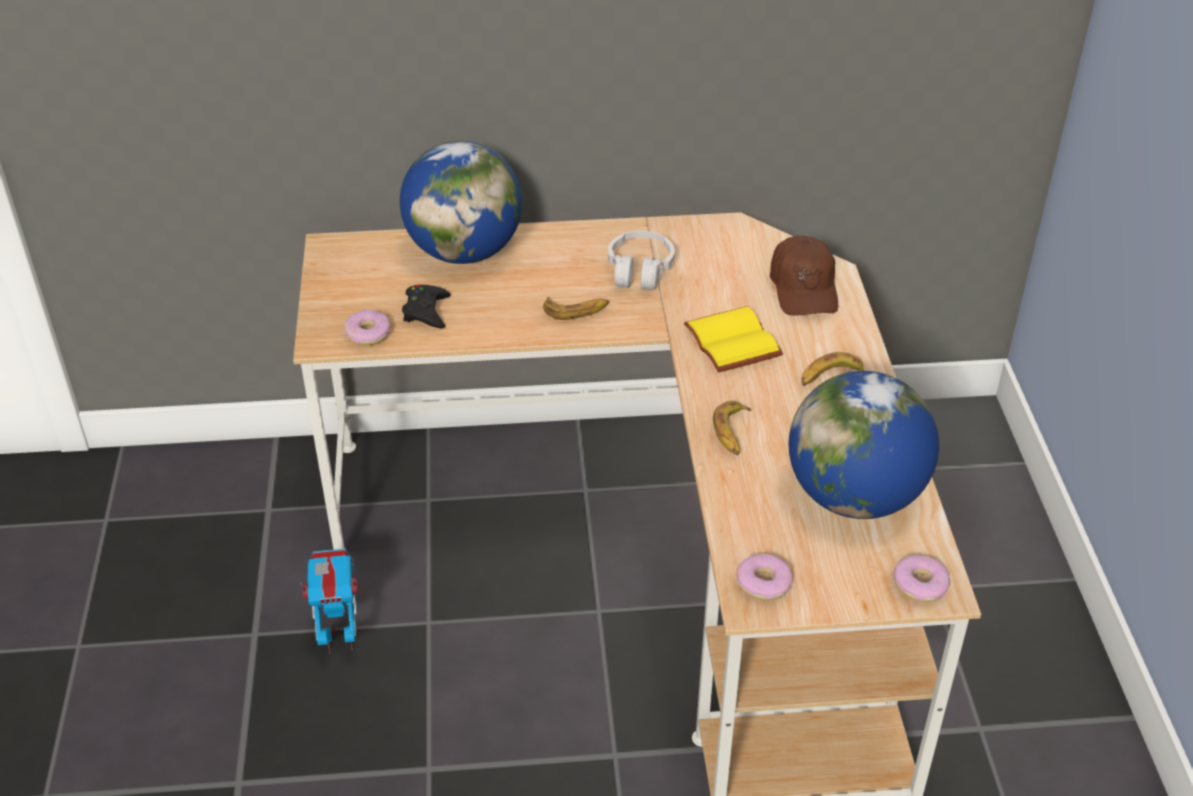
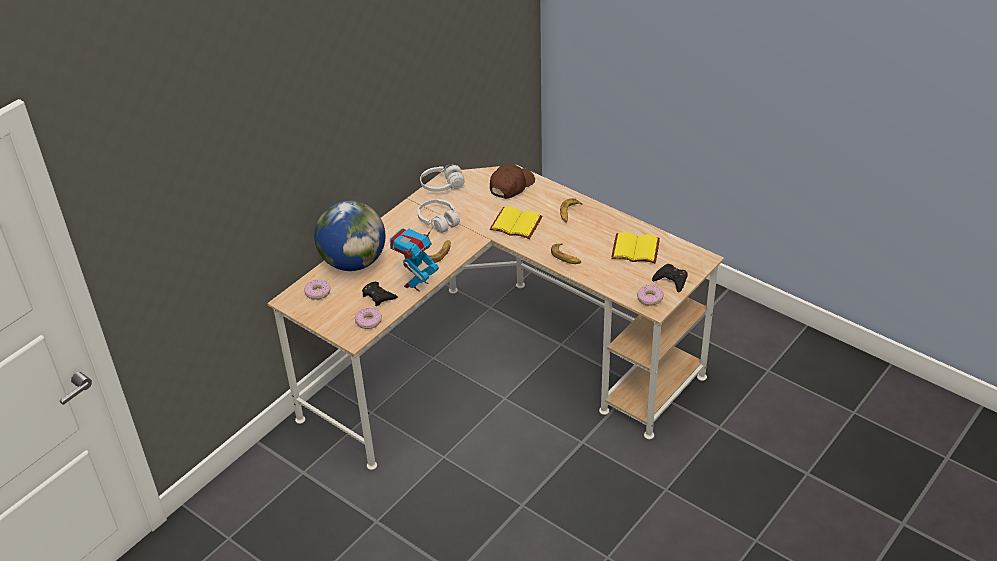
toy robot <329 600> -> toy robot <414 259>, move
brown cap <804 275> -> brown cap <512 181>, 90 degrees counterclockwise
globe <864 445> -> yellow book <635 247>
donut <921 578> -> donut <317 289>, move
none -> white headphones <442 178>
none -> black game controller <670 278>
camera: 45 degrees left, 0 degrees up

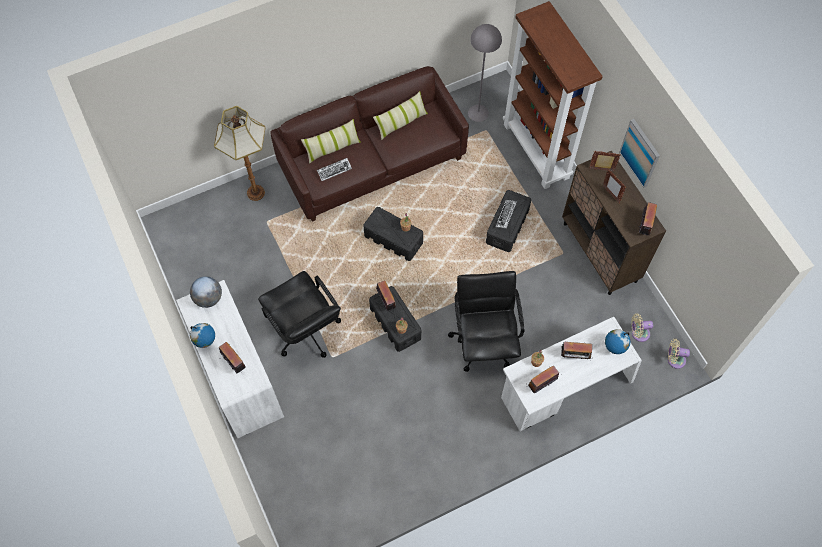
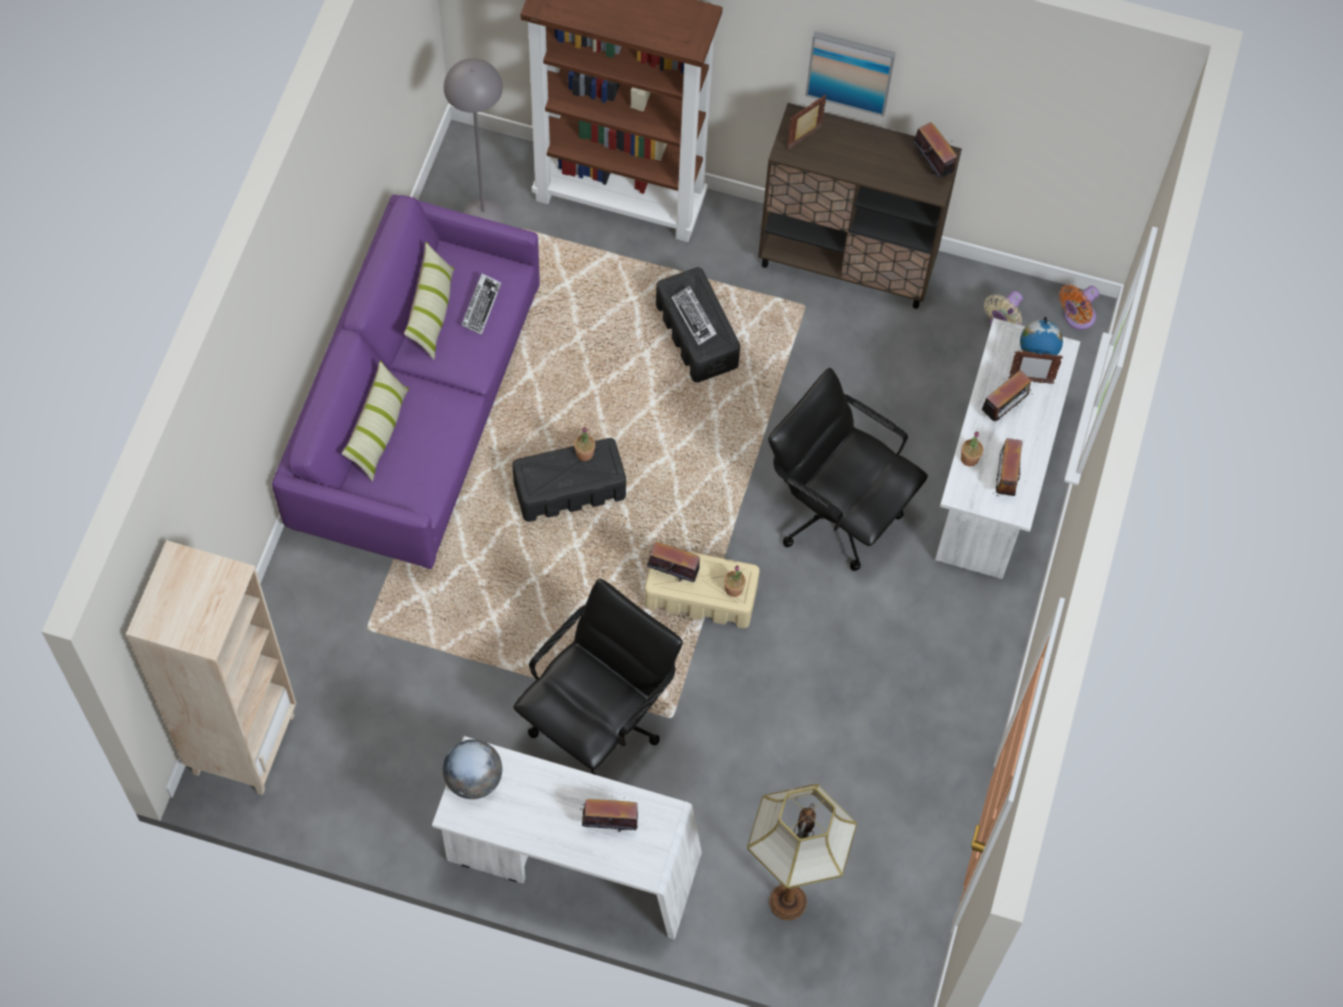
globe <202 335> -> none
floor lamp <240 153> -> floor lamp <802 852>, move
black office chair <299 314> -> black office chair <598 676>, 60 degrees counterclockwise
brown sofa <369 143> -> purple sofa <406 382>
keyboard <334 169> -> keyboard <481 304>, move
black storage box <395 319> -> beige storage box <702 590>
picture frame <614 186> -> picture frame <1036 367>, move
beige fan <679 354> -> orange fan <1079 307>
none -> beige bookcase <211 667>
camera: 50 degrees left, 0 degrees up

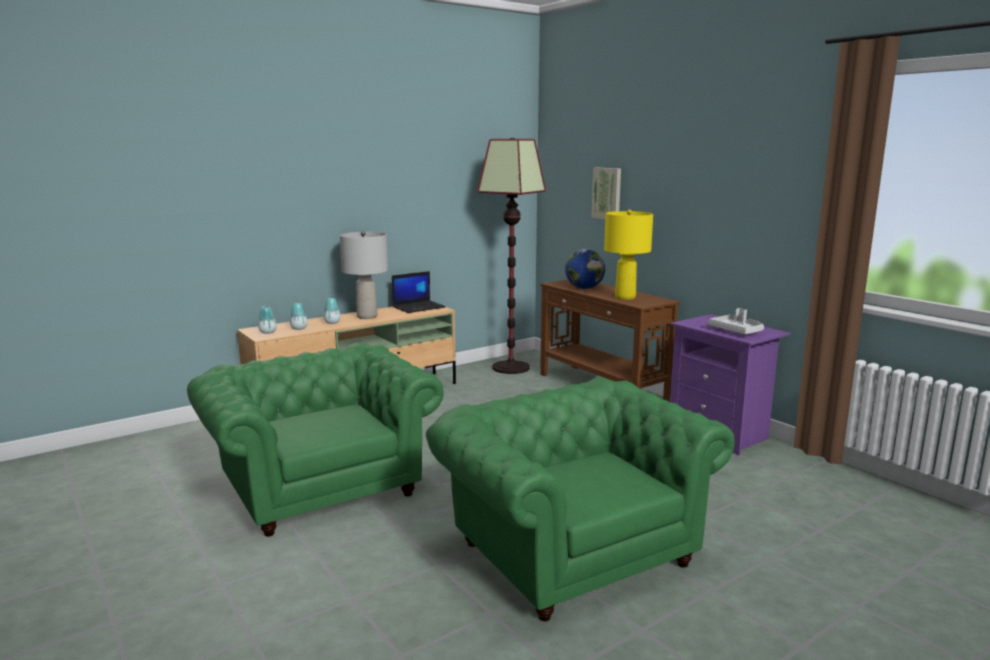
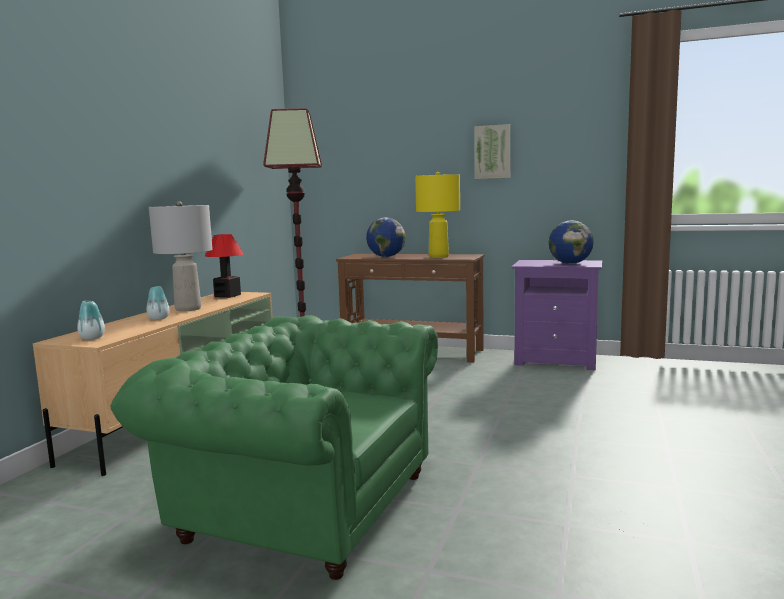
vase <299 316> -> none
laptop <419 292> -> table lamp <224 266>
green armchair <580 499> -> none
picture <606 193> -> picture <492 151>, move
grey tray <736 321> -> globe <571 242>
camera: 35 degrees left, 5 degrees down

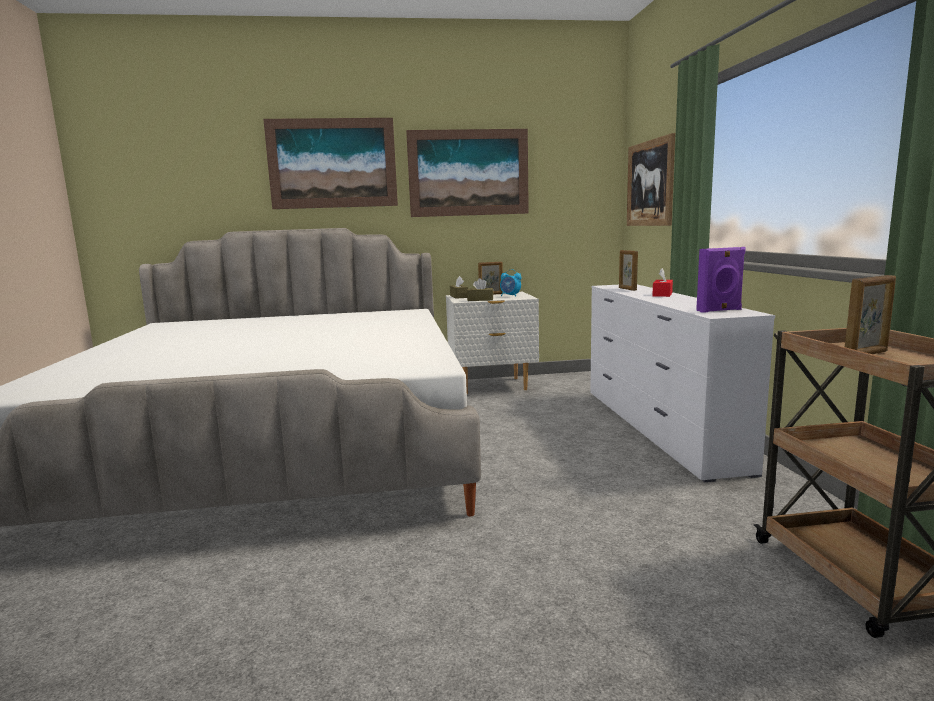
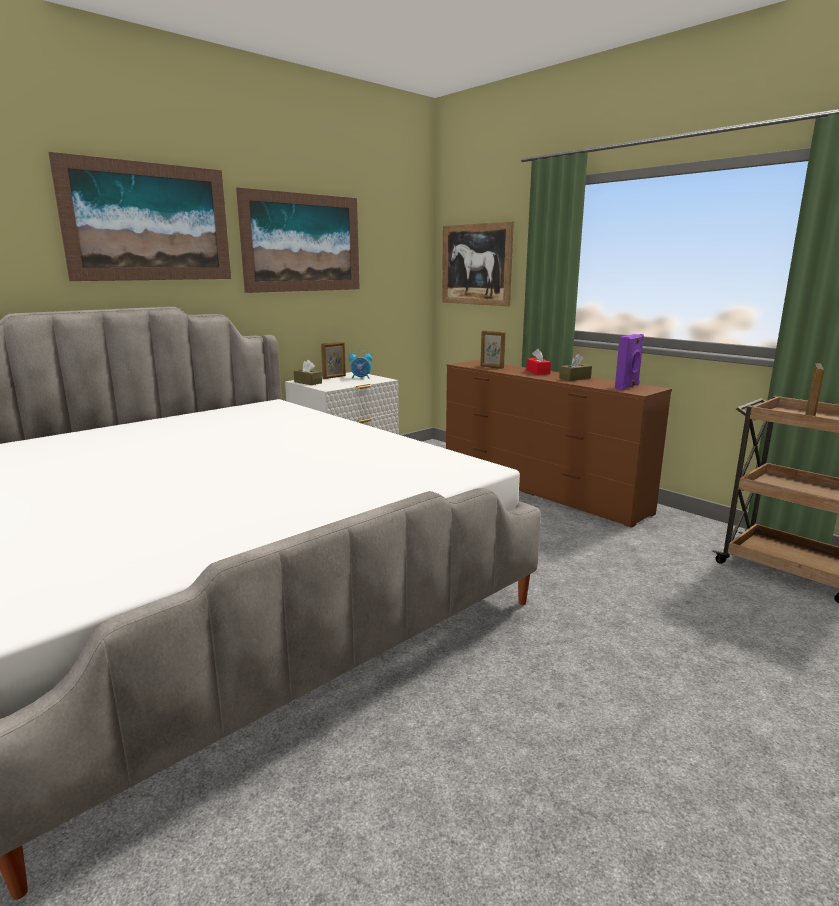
brown tissue box <480 289> -> brown tissue box <575 367>, move
white dresser <682 383> -> brown dresser <559 444>
camera: 35 degrees left, 5 degrees up

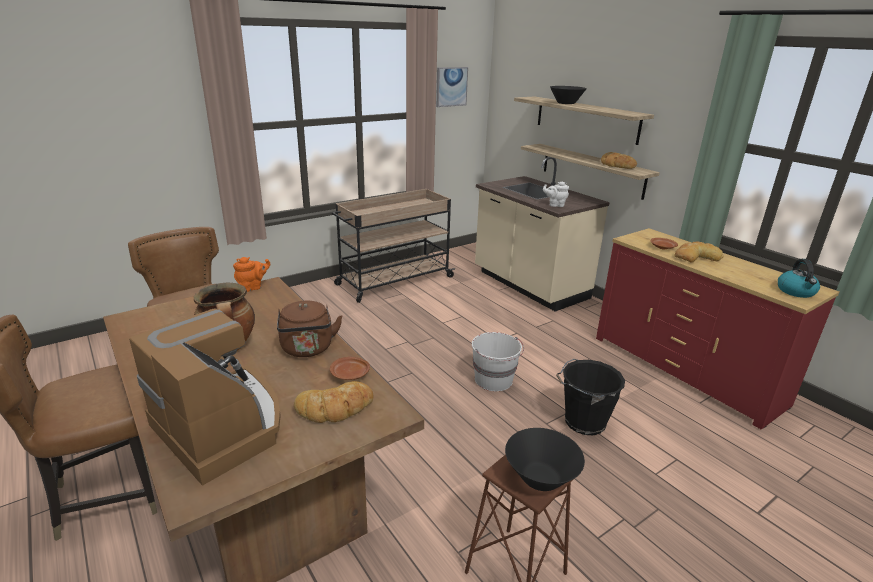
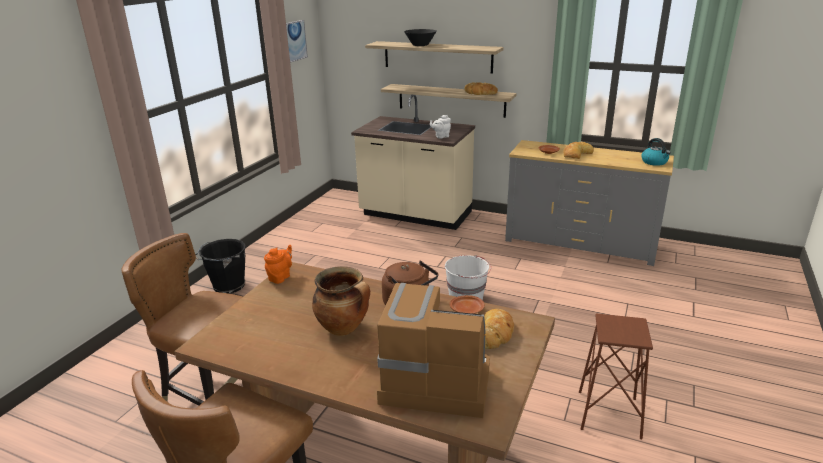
beige cart <393 246> -> none
black bowl <545 459> -> none
black bucket <590 397> -> black bucket <220 266>, move
red dresser <717 328> -> grey dresser <589 203>
camera: 30 degrees left, 0 degrees up

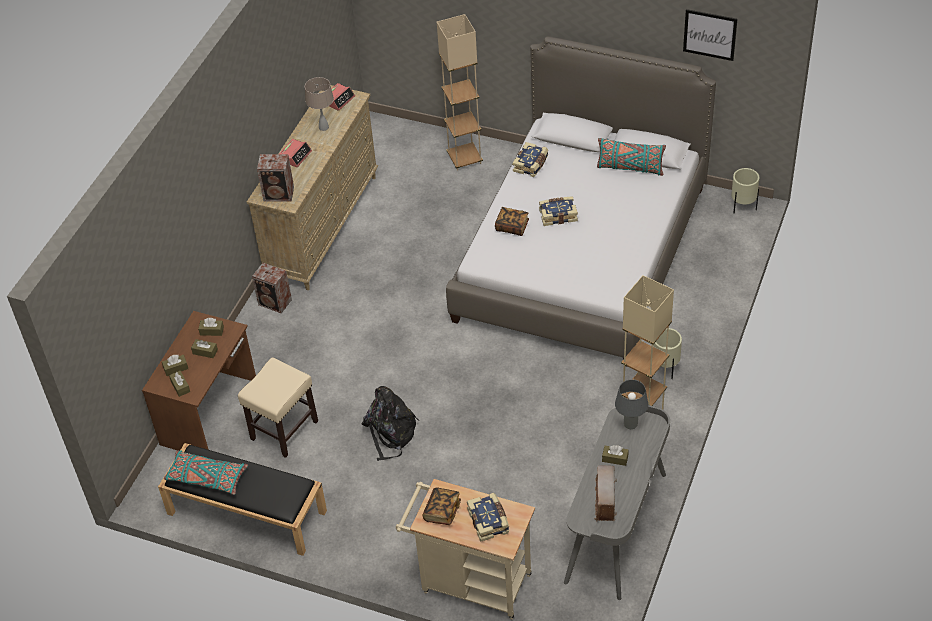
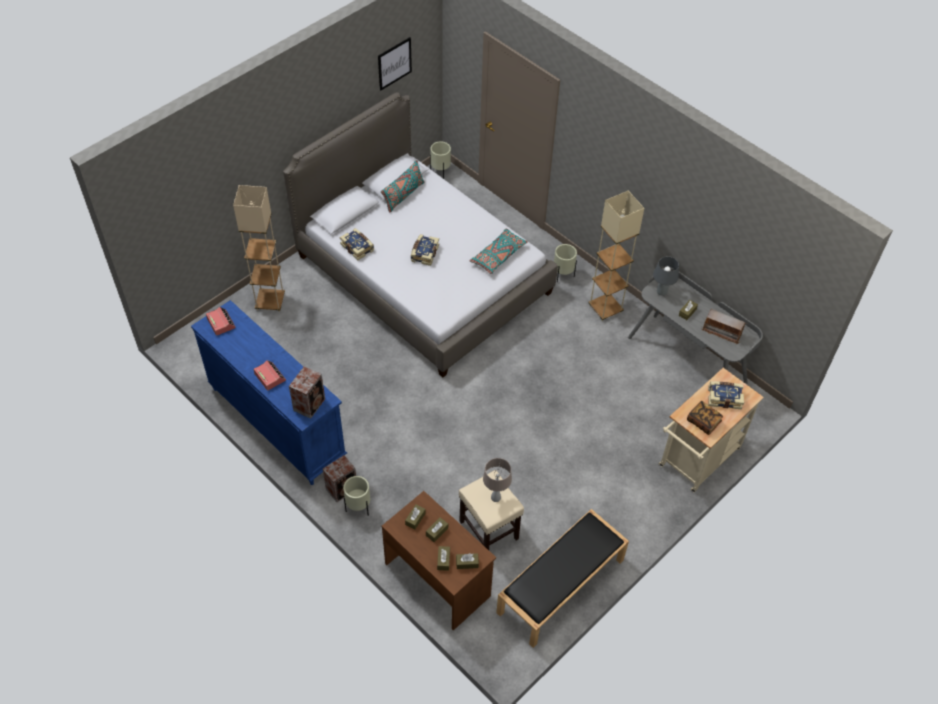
turquoise pillow <206 472> -> turquoise pillow <499 251>, move
beige dresser <312 187> -> blue dresser <269 392>
beige table lamp <319 104> -> beige table lamp <497 480>, move
black backpack <390 423> -> none
book <512 221> -> none
none -> beige planter <356 496>
camera: 70 degrees left, 5 degrees up

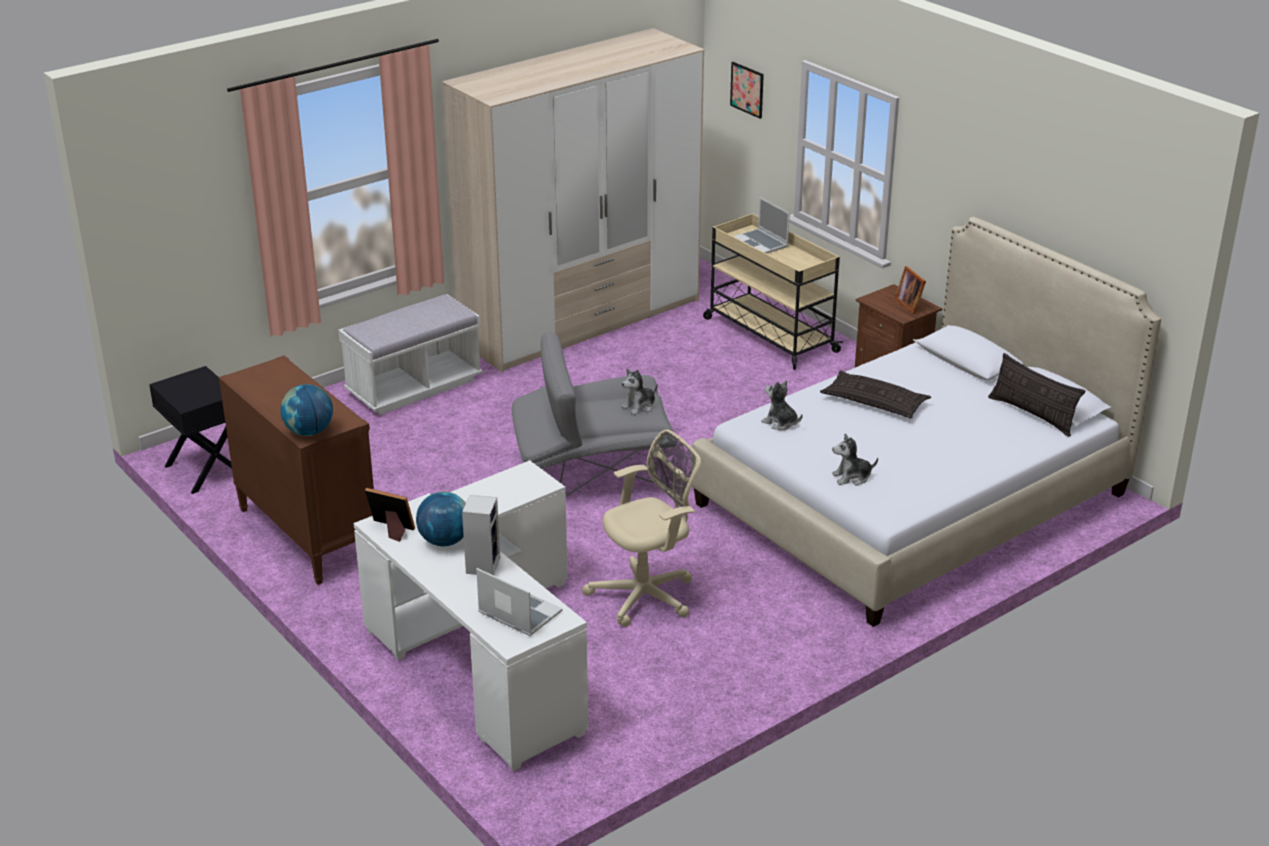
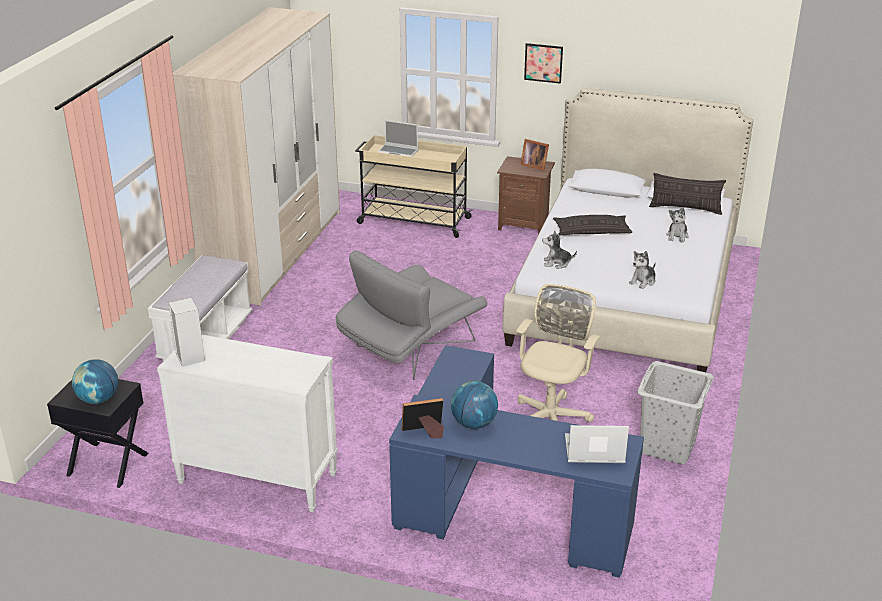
brown dresser <296 470> -> white dresser <247 423>
globe <307 410> -> globe <95 381>, move
white desk <471 615> -> blue desk <516 461>
speaker <481 535> -> speaker <187 332>, move
plush toy <639 391> -> plush toy <677 225>, move
picture <747 90> -> picture <543 63>, move
none -> grey laundry basket <675 412>
camera: 35 degrees left, 0 degrees up

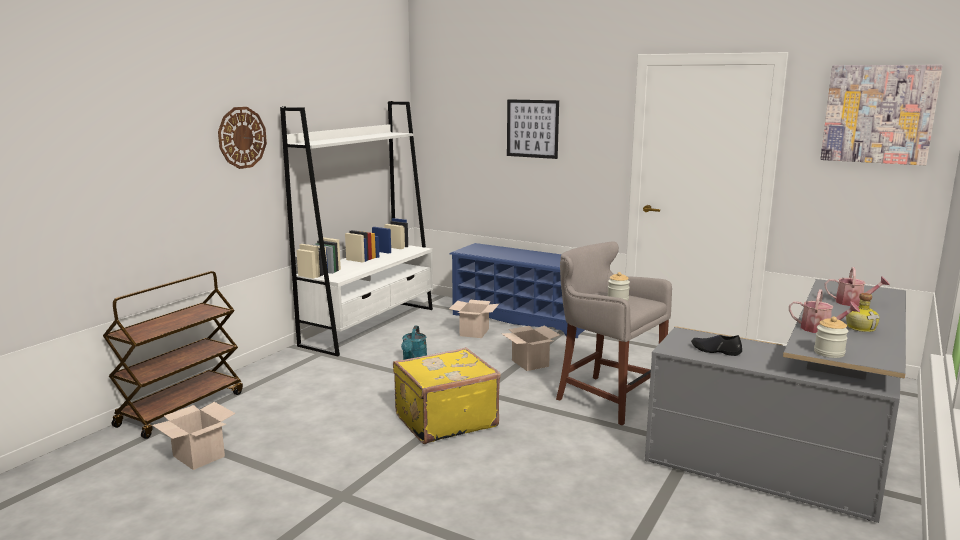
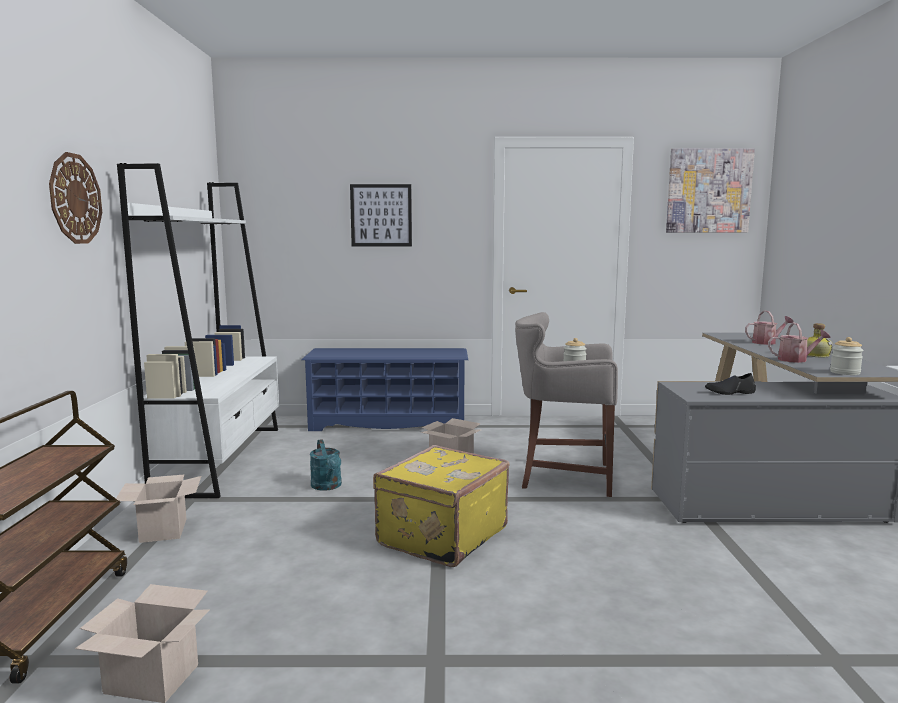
cardboard box <474 319> -> cardboard box <158 509>, move
camera: 30 degrees left, 5 degrees down

